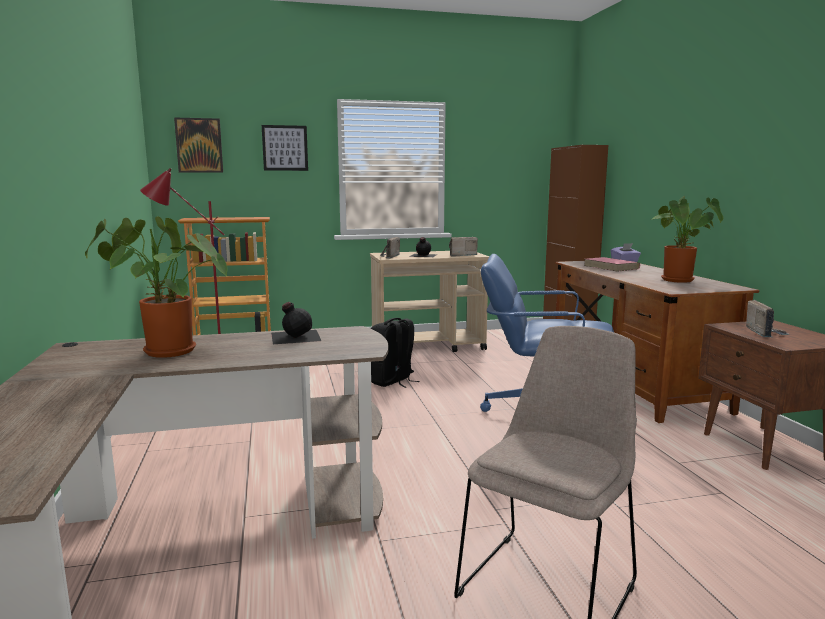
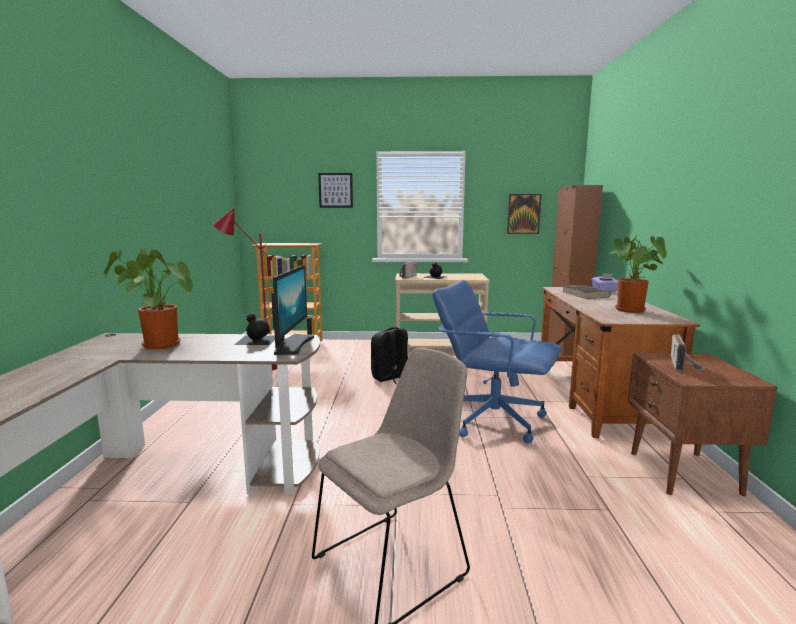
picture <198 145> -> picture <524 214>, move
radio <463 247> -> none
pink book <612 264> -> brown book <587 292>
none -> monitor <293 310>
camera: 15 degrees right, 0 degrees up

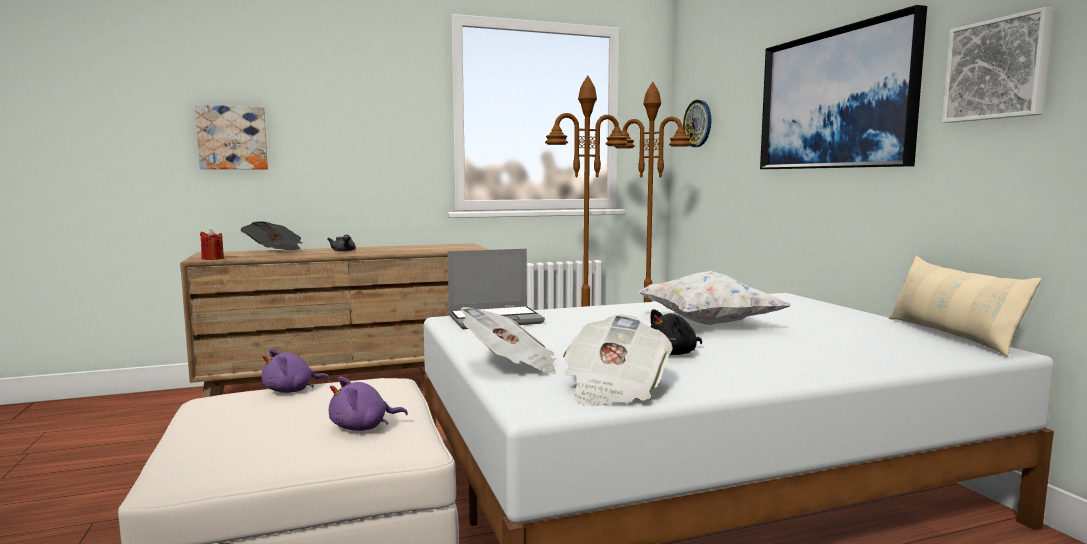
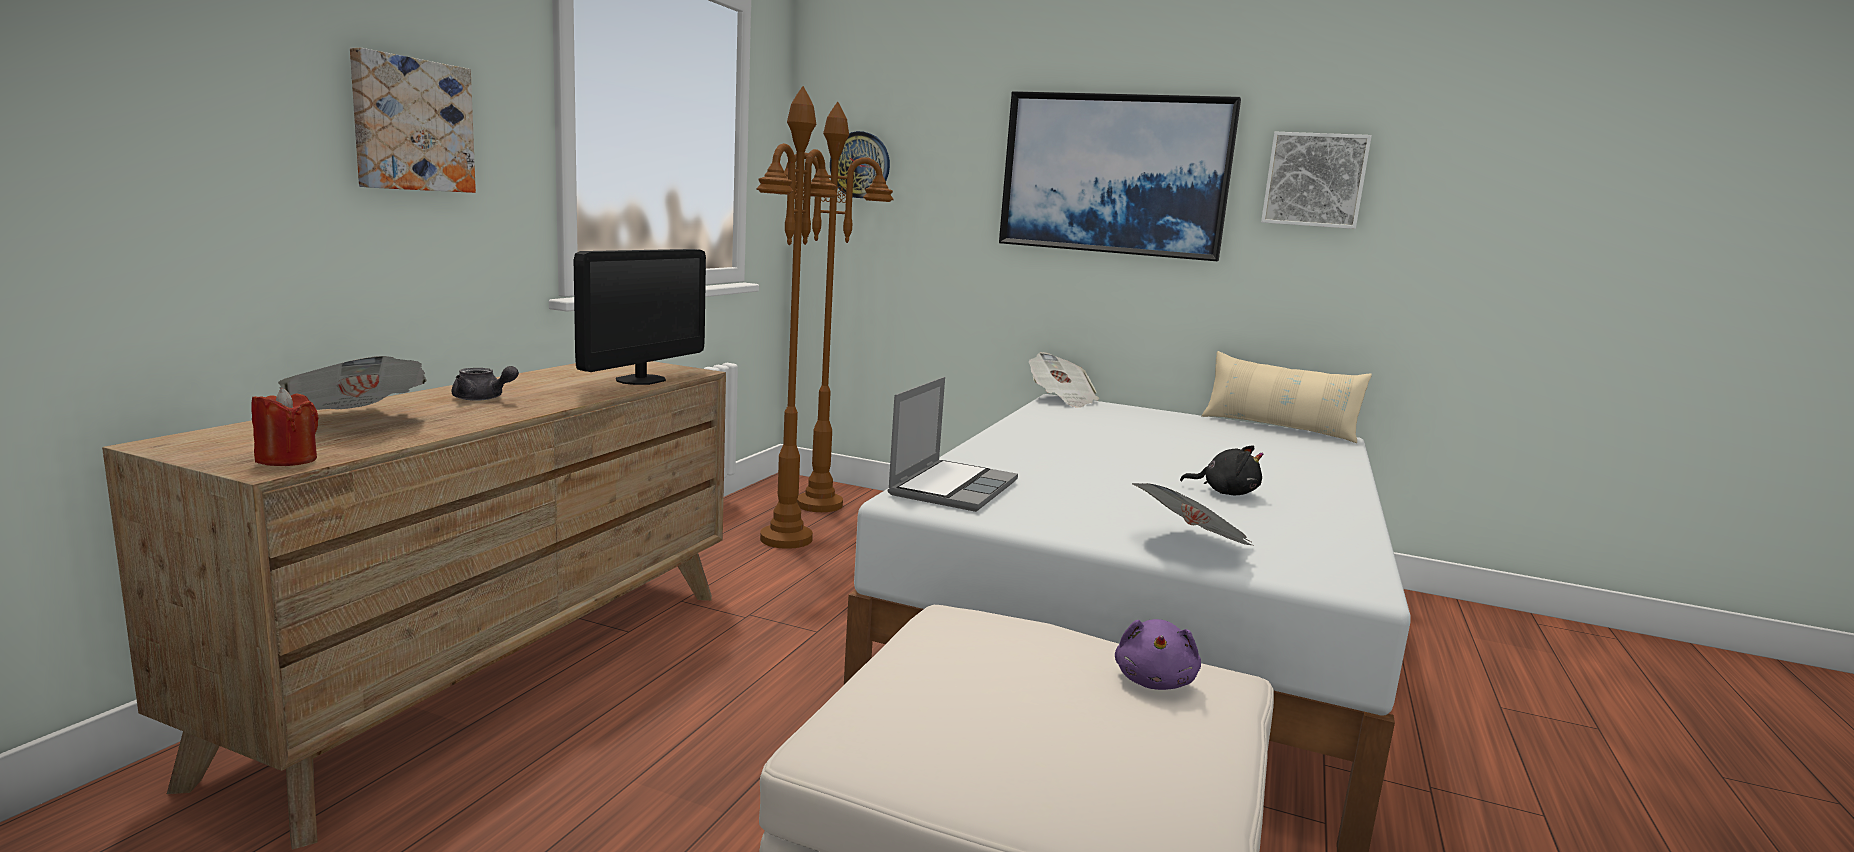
picture <231 137> -> picture <413 120>, move
purple plush toy <296 371> -> none
newspaper <618 360> -> newspaper <1064 380>, move
white pillow <715 298> -> none
black plush toy <676 332> -> black plush toy <1222 470>, 75 degrees counterclockwise
none -> monitor <640 317>
camera: 50 degrees left, 5 degrees up

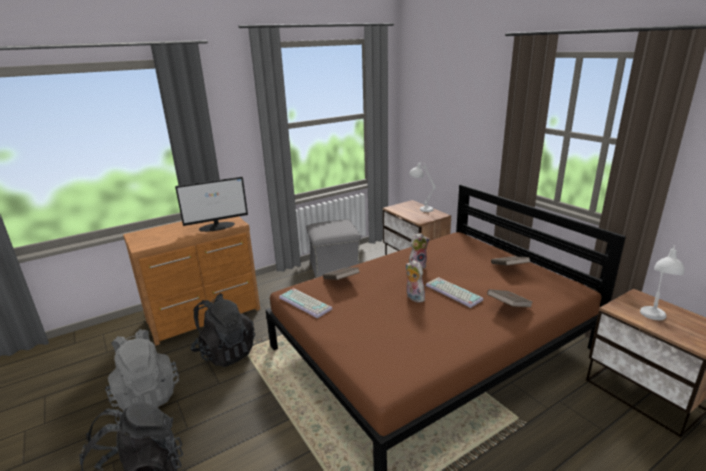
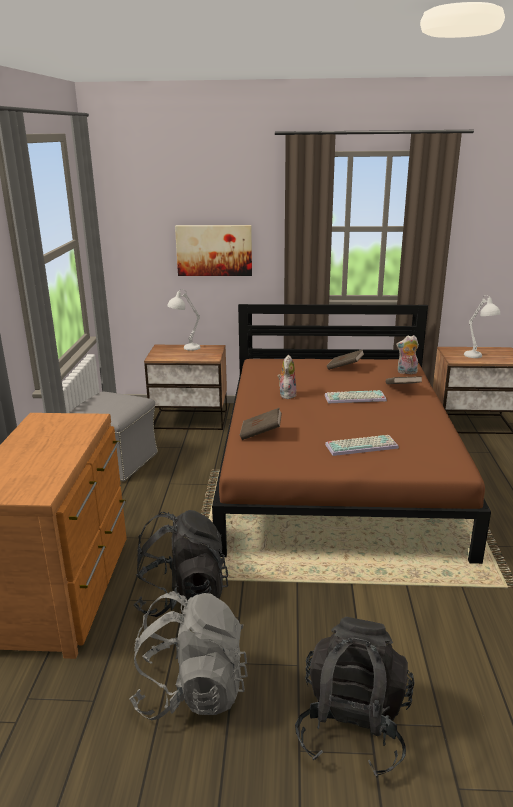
monitor <211 204> -> none
keyboard <305 303> -> keyboard <362 445>, move
plush toy <416 281> -> plush toy <407 354>, move
none -> picture <213 250>
camera: 55 degrees left, 0 degrees up

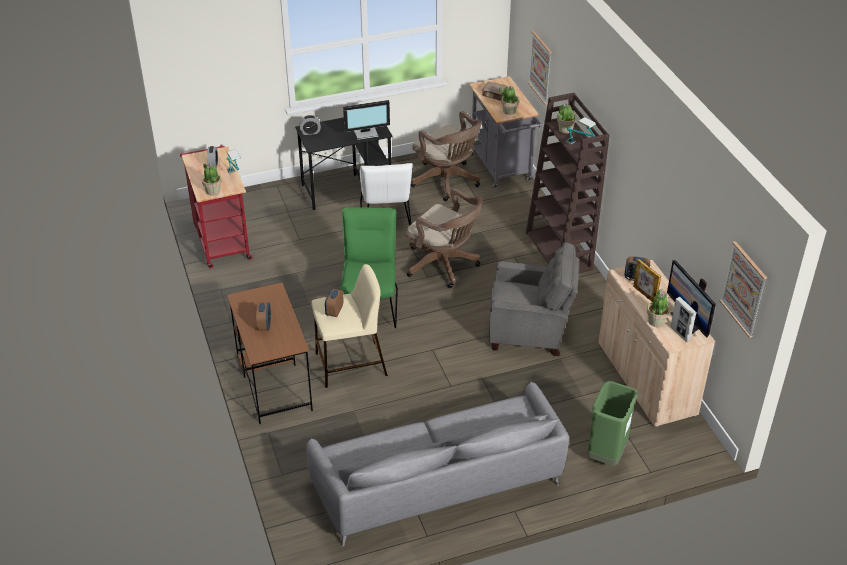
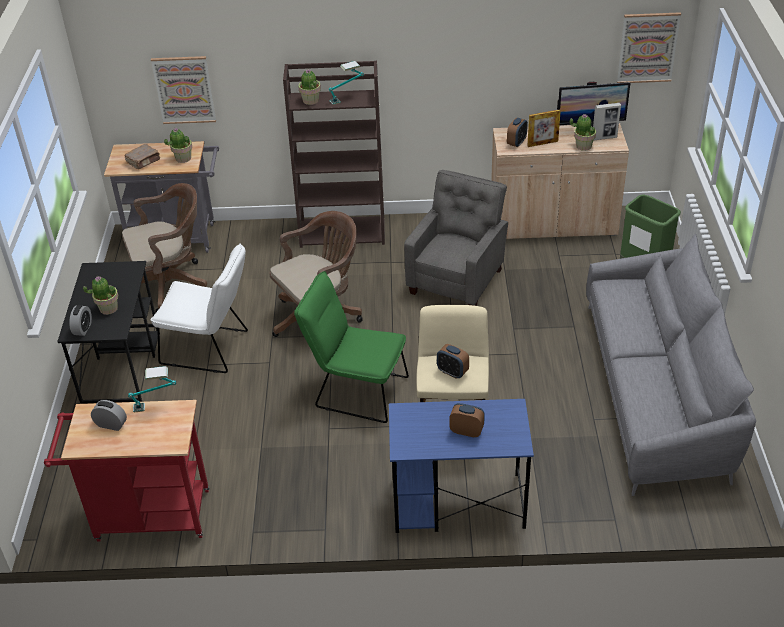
potted plant <212 179> -> potted plant <100 296>, move
brown desk <270 353> -> blue desk <461 466>
monitor <366 120> -> none
camera: 70 degrees left, 0 degrees up

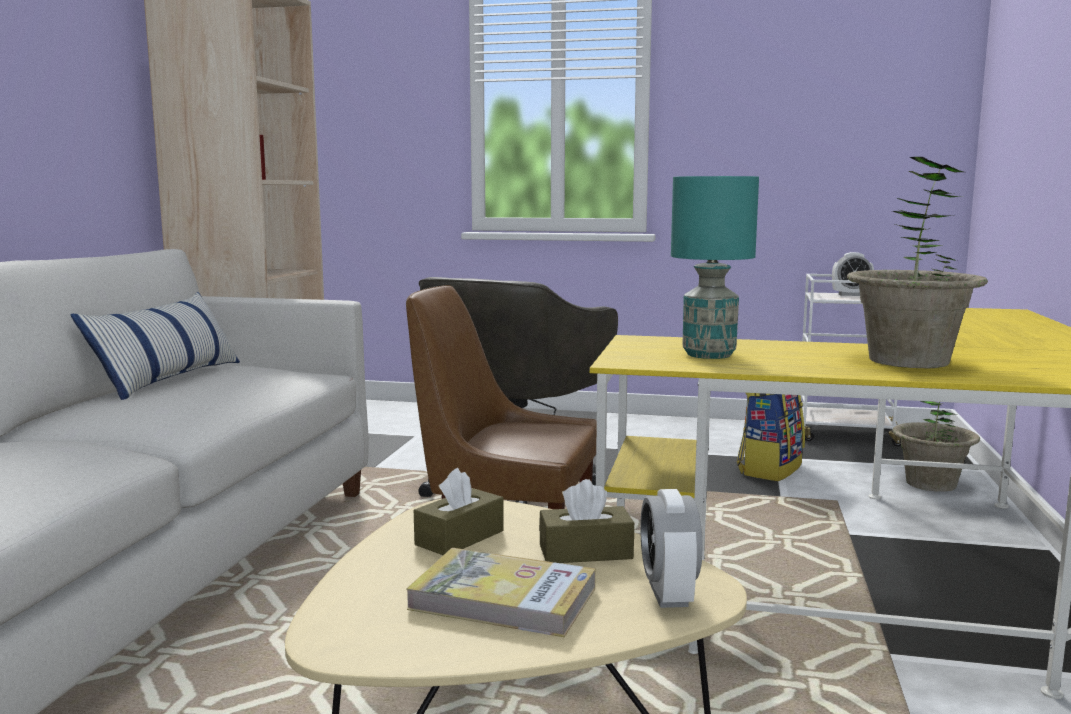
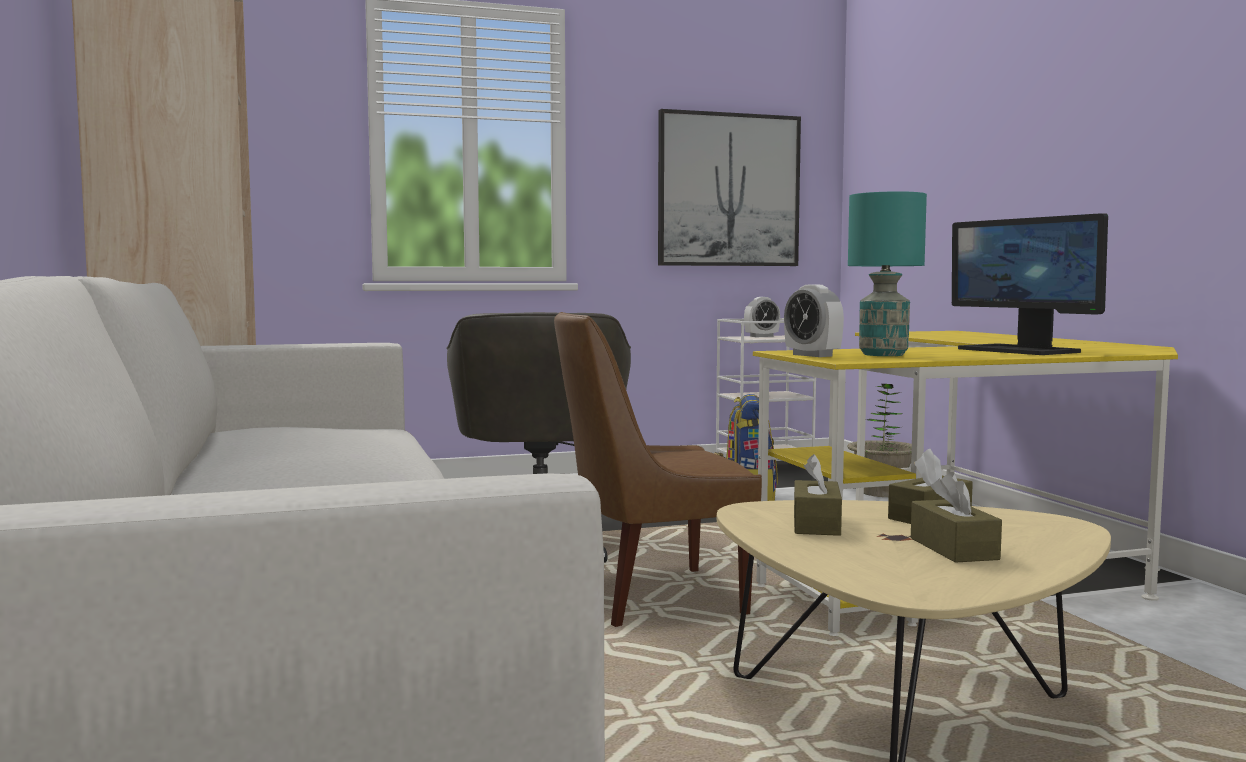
pillow <155 346> -> none
book <500 592> -> brown tissue box <956 517>
alarm clock <671 548> -> alarm clock <814 320>, move
potted plant <917 262> -> monitor <1030 284>
none -> picture <729 187>
camera: 30 degrees left, 5 degrees down

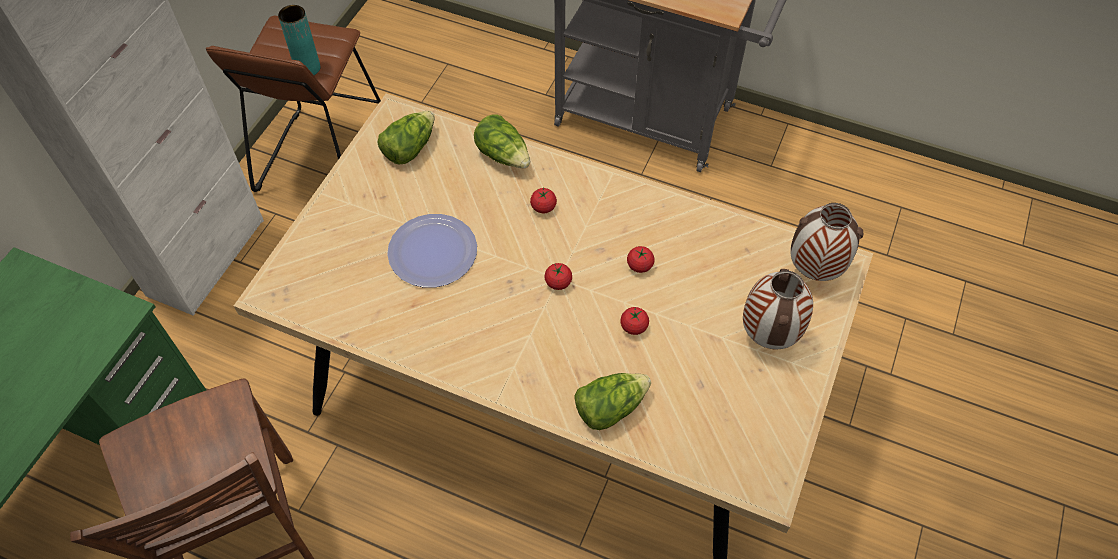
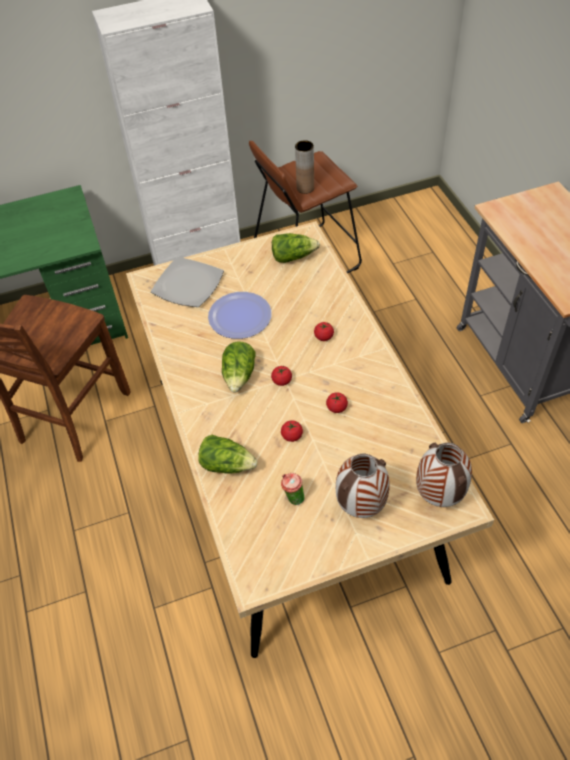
turquoise vase <299 40> -> brown vase <304 167>
lettuce <502 141> -> lettuce <239 367>, move
none -> plate <187 282>
none -> cup <293 489>
camera: 50 degrees right, 5 degrees down

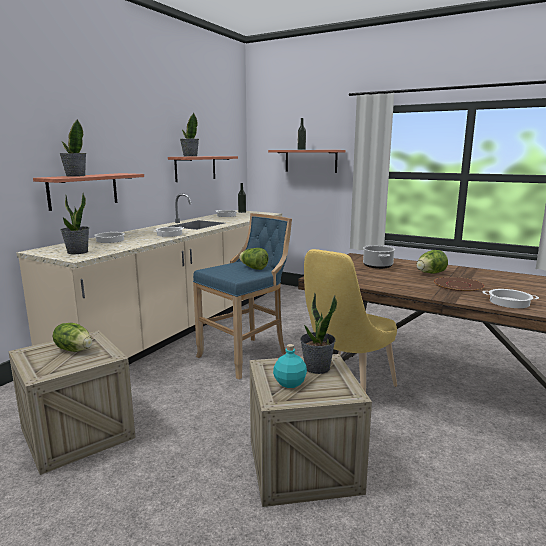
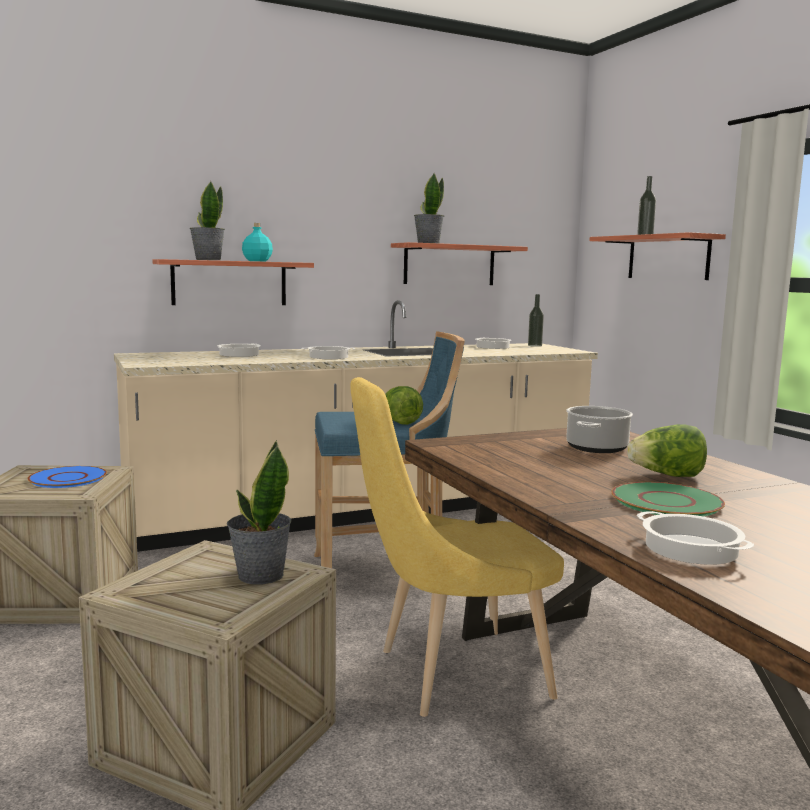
lettuce <72 337> -> blue plate <67 477>
potted plant <74 223> -> none
turquoise bottle <290 366> -> turquoise bottle <257 242>, move
brown plate <459 284> -> green plate <668 499>
camera: 35 degrees right, 5 degrees down

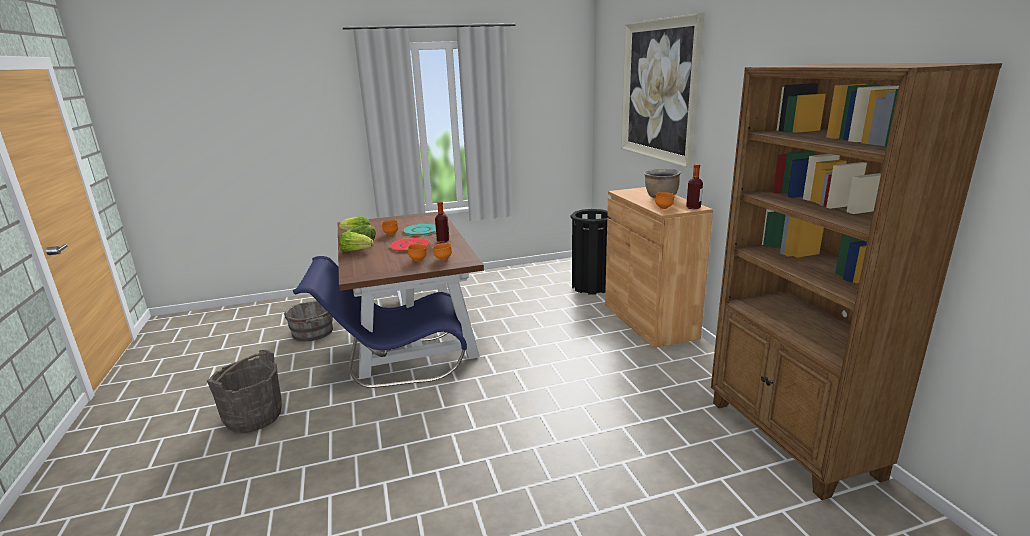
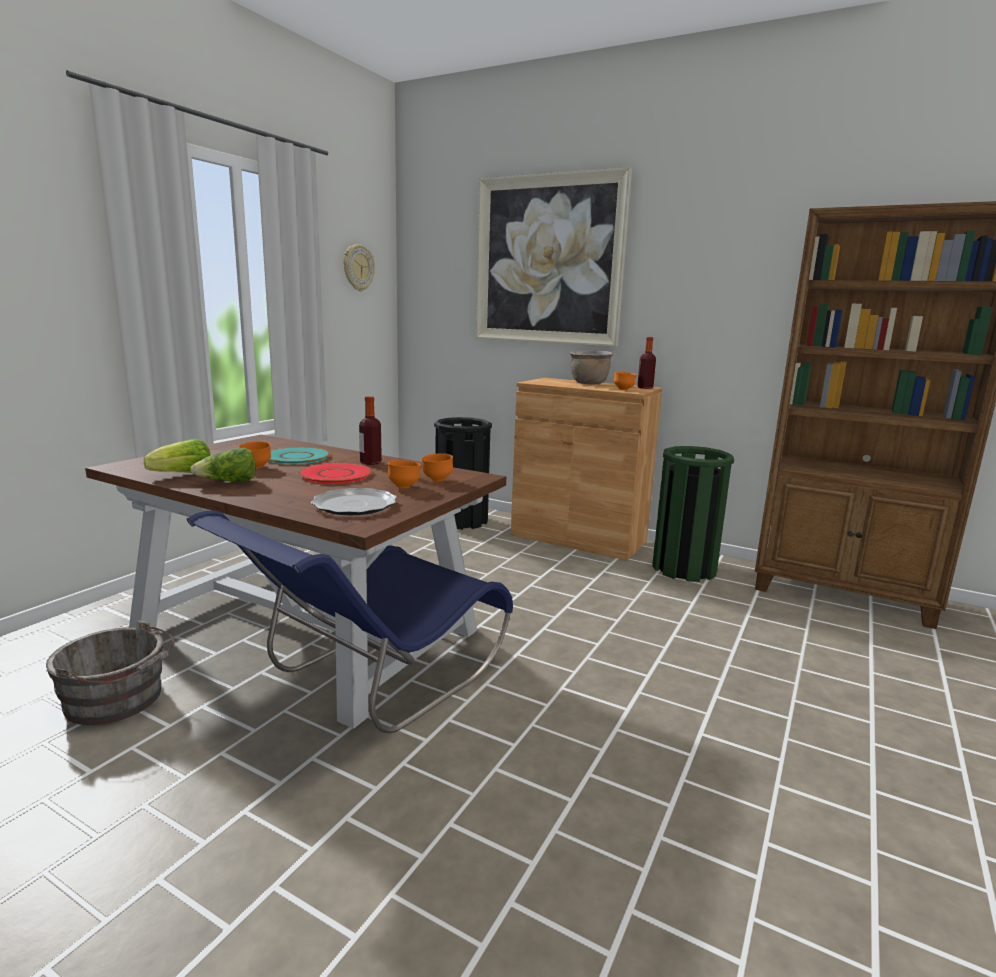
grey bucket <244 391> -> none
lettuce <356 242> -> none
none -> plate <354 501>
none -> wall clock <359 267>
none -> green trash can <693 514>
camera: 45 degrees left, 5 degrees down

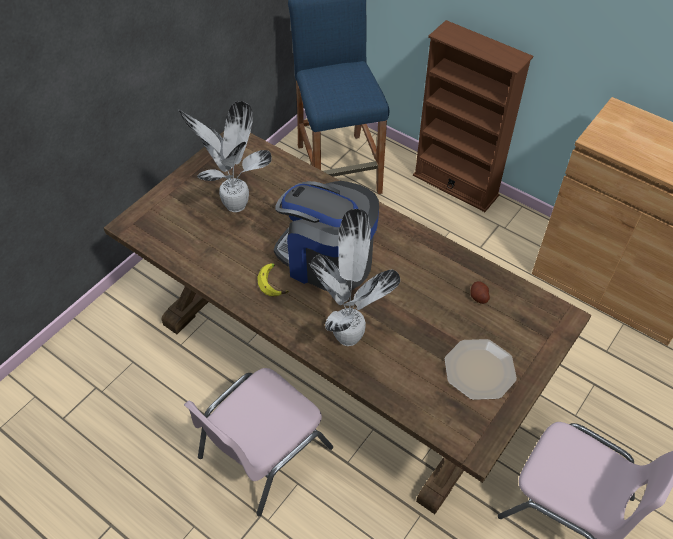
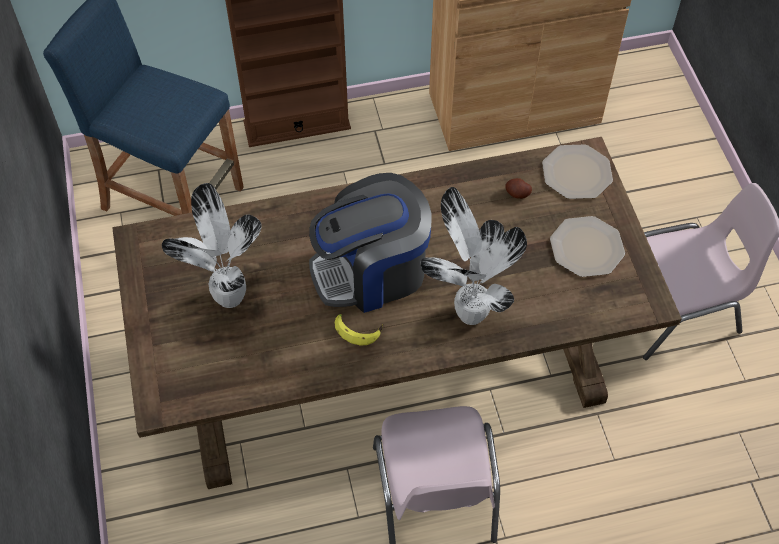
none -> plate <577 172>
camera: 50 degrees left, 5 degrees up

